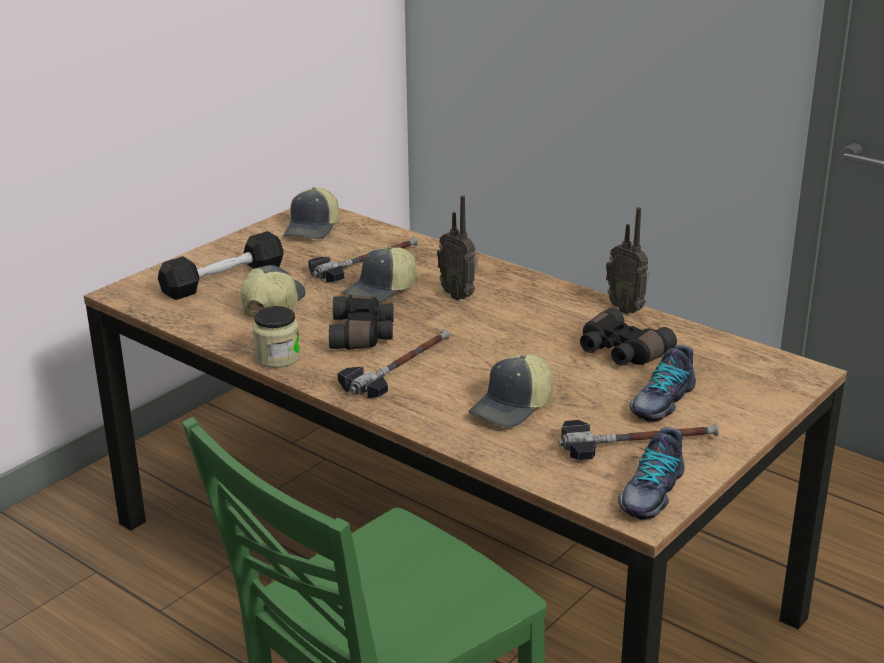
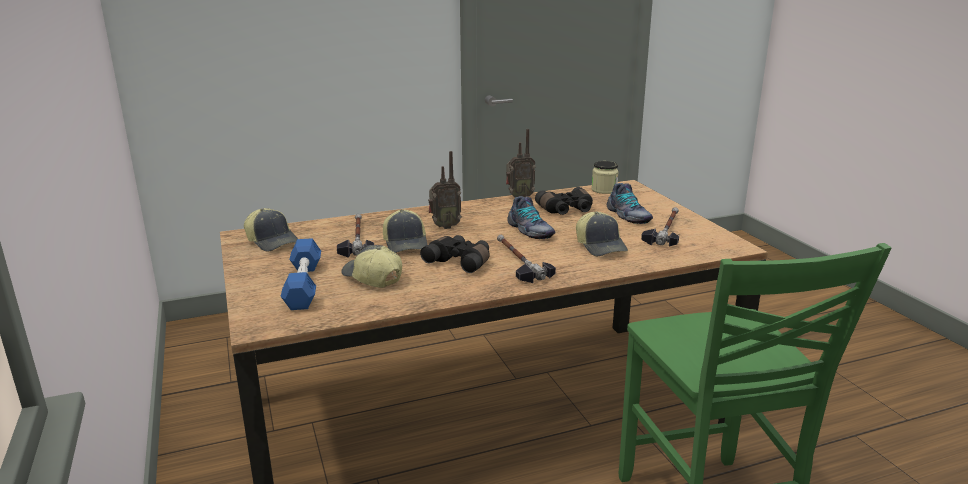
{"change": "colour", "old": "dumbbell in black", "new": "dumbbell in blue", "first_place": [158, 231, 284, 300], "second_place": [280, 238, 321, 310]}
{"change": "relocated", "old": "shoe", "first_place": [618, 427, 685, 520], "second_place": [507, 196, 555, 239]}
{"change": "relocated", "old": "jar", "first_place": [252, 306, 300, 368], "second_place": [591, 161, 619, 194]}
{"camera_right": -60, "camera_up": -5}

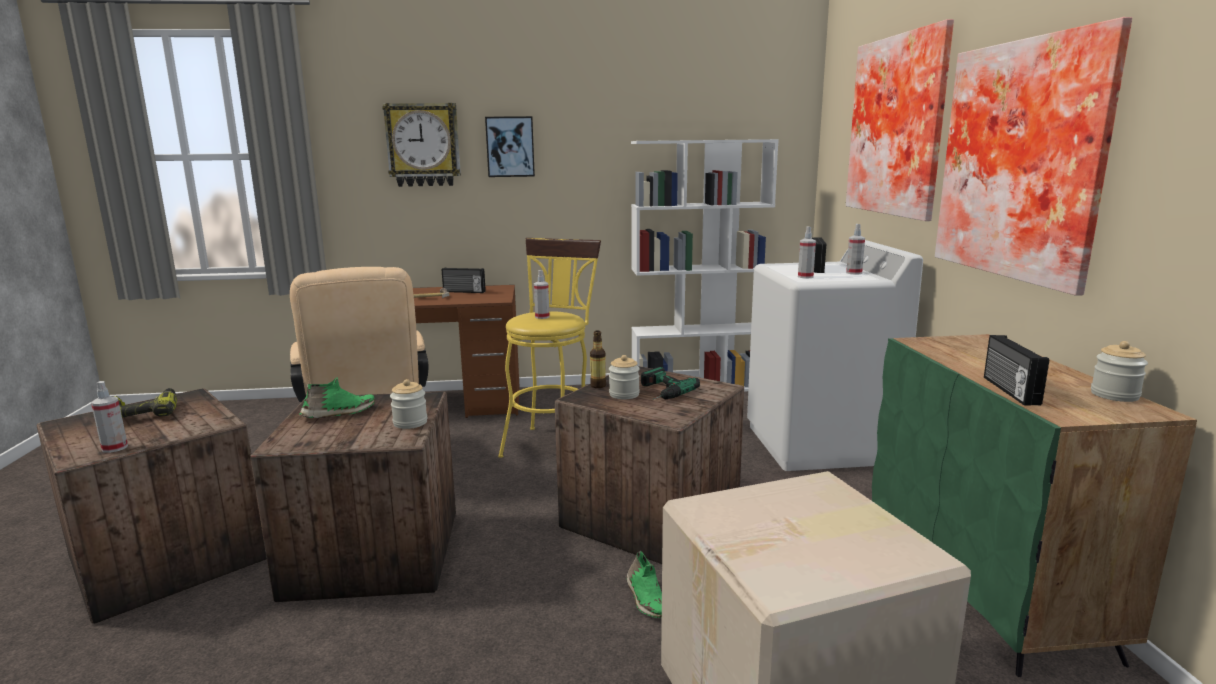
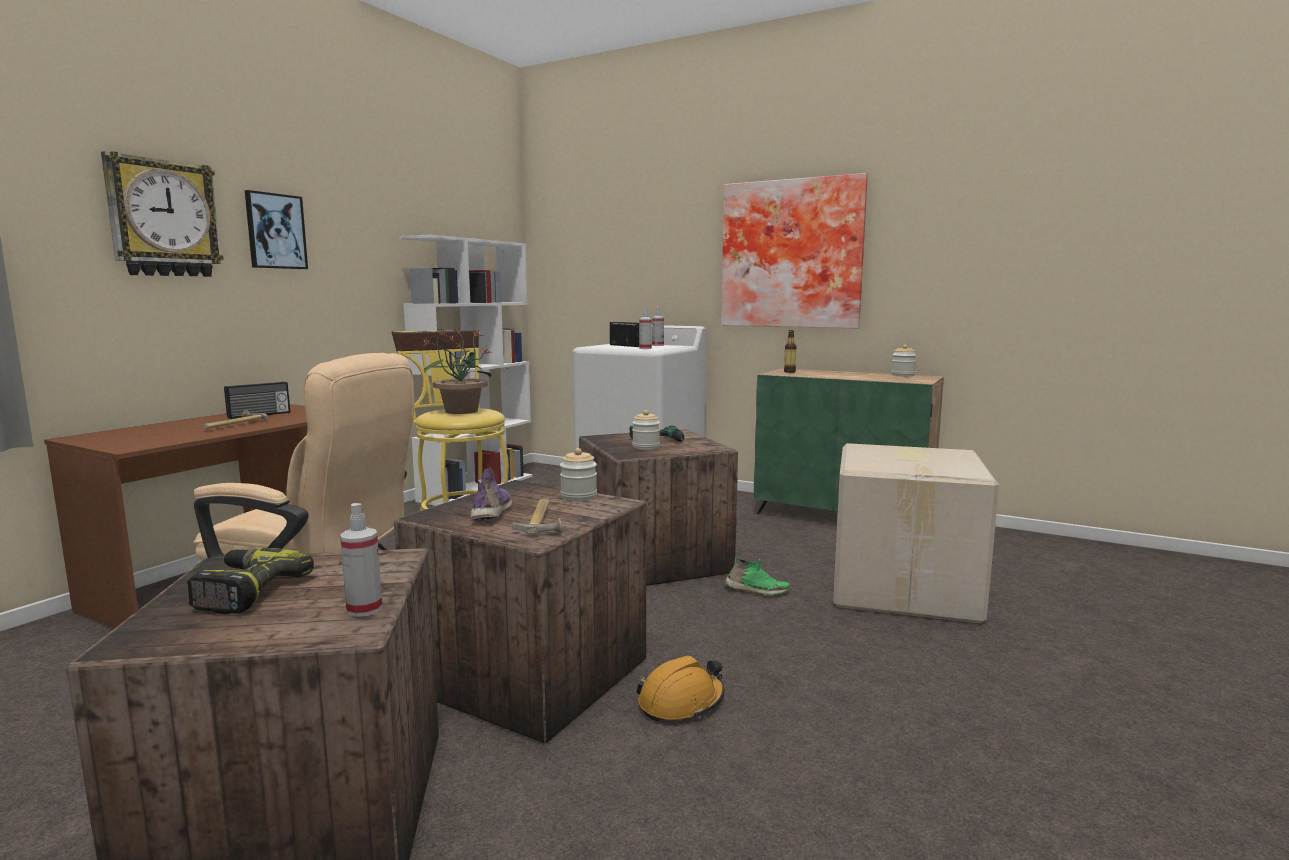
{"change": "exchanged", "old": "spray bottle", "new": "potted plant", "first_place": [534, 270, 550, 319], "second_place": [421, 327, 492, 414]}
{"change": "colour", "old": "shoe in green", "new": "shoe in purple", "first_place": [299, 377, 375, 418], "second_place": [470, 468, 513, 521]}
{"change": "appeared", "new": "hammer", "second_place": [512, 499, 562, 534]}
{"change": "appeared", "new": "hard hat in orange", "second_place": [636, 656, 725, 722]}
{"change": "relocated", "old": "bottle", "first_place": [590, 331, 606, 388], "second_place": [784, 330, 797, 373]}
{"change": "missing", "old": "picture", "first_place": [846, 19, 954, 221]}
{"change": "missing", "old": "radio", "first_place": [984, 335, 1049, 406]}
{"camera_right": -55, "camera_up": -5}

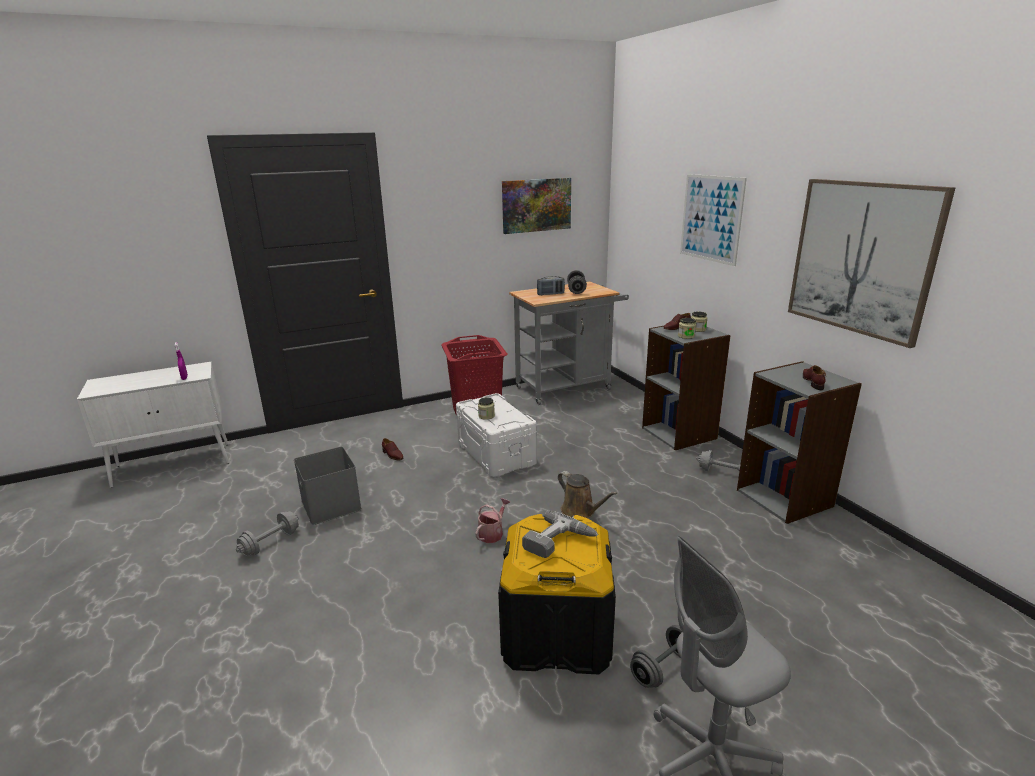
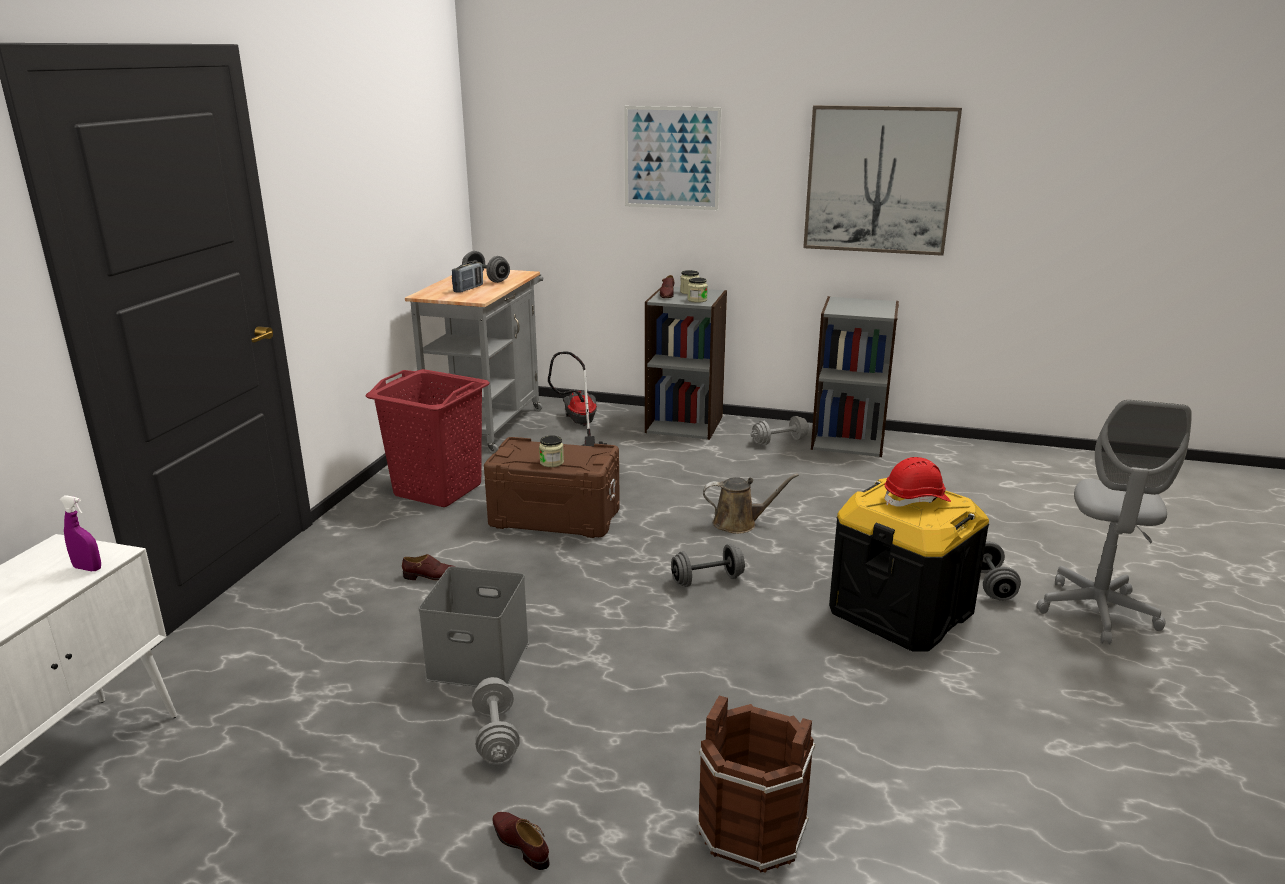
{"change": "colour", "old": "storage box in white", "new": "storage box in brown", "first_place": [456, 393, 537, 477], "second_place": [484, 437, 620, 538]}
{"change": "relocated", "old": "shoe in brown", "first_place": [803, 365, 826, 390], "second_place": [493, 812, 549, 870]}
{"change": "appeared", "new": "vacuum cleaner", "second_place": [548, 351, 608, 447]}
{"change": "exchanged", "old": "watering can", "new": "dumbbell in grey", "first_place": [475, 498, 510, 543], "second_place": [671, 544, 745, 587]}
{"change": "appeared", "new": "bucket in brown", "second_place": [697, 696, 815, 873]}
{"change": "exchanged", "old": "power drill", "new": "hard hat in red", "first_place": [522, 510, 598, 558], "second_place": [884, 457, 951, 507]}
{"change": "missing", "old": "picture", "first_place": [502, 178, 571, 234]}
{"camera_right": -50, "camera_up": 0}

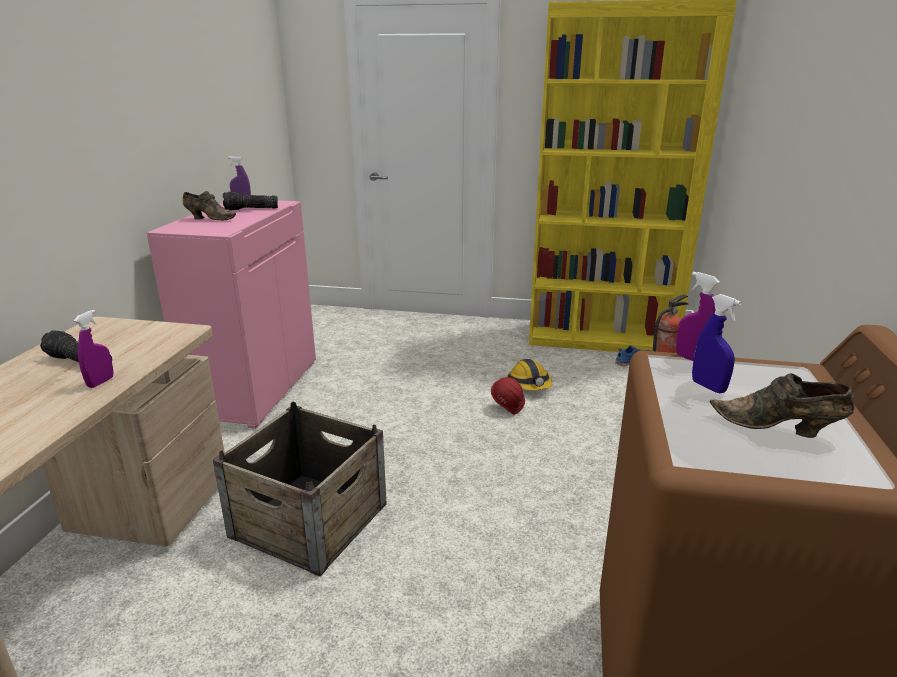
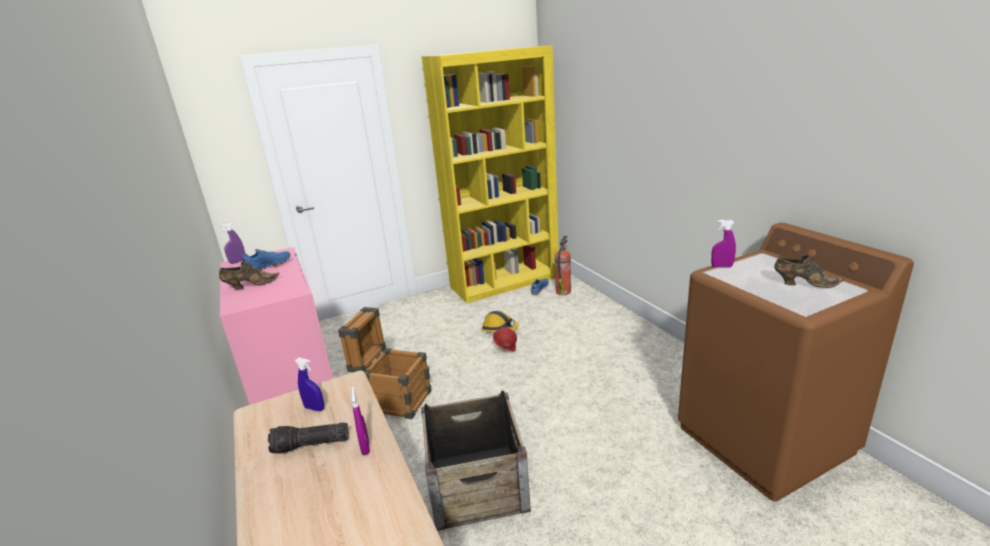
{"change": "exchanged", "old": "flashlight", "new": "shoe in blue", "first_place": [223, 192, 278, 211], "second_place": [240, 249, 290, 270]}
{"change": "relocated", "old": "spray bottle in blue", "first_place": [692, 294, 742, 393], "second_place": [294, 357, 324, 411]}
{"change": "appeared", "new": "crate", "second_place": [338, 307, 432, 419]}
{"change": "spun", "old": "shoe in brown", "first_place": [710, 373, 855, 438], "second_place": [774, 255, 844, 288], "degrees": -150}
{"camera_right": -35, "camera_up": 0}

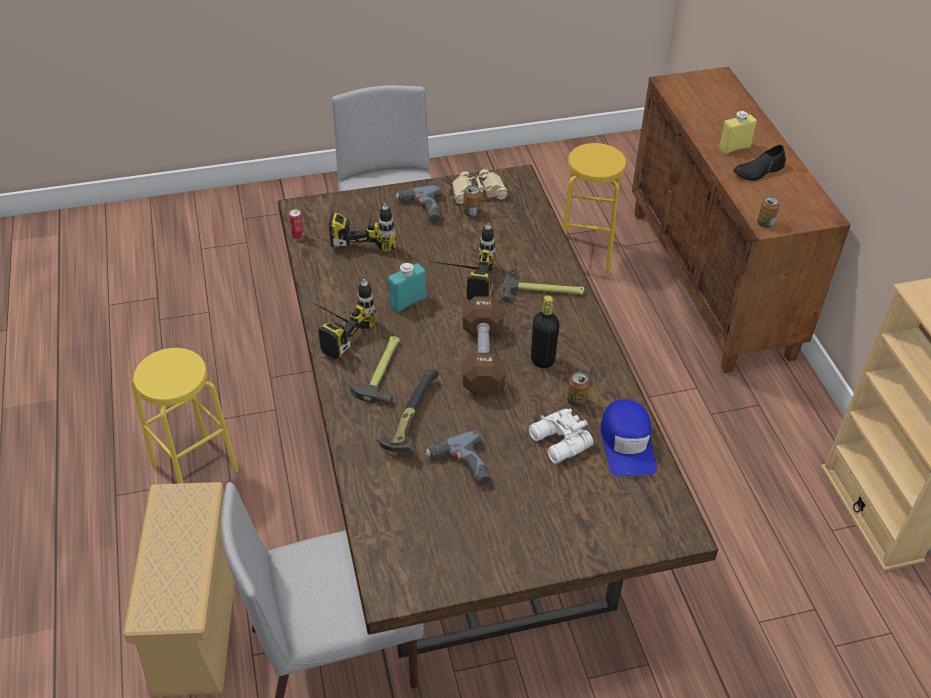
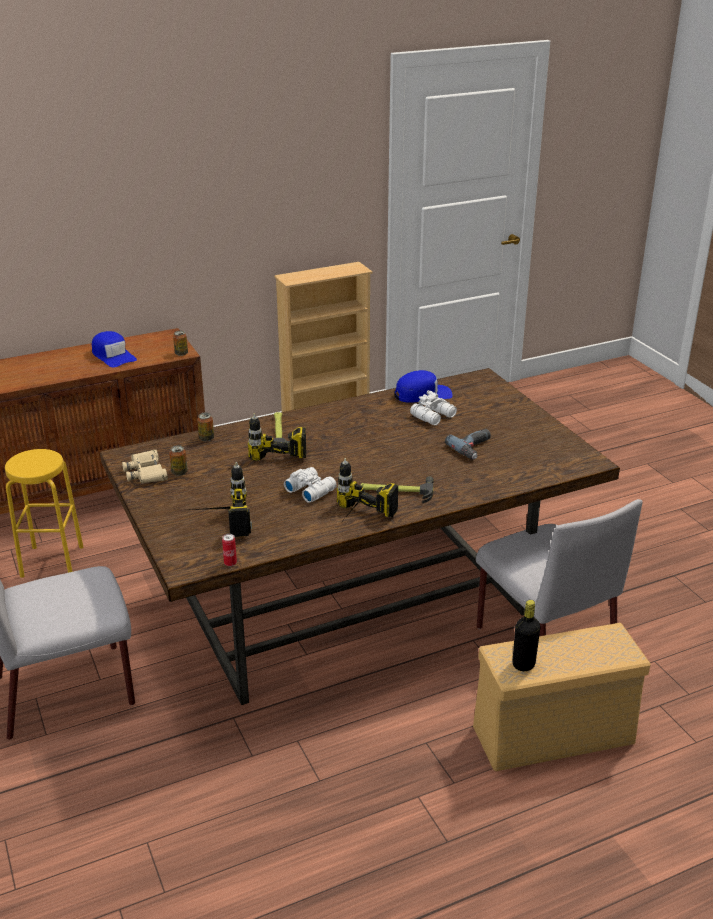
{"change": "exchanged", "old": "shoe in black", "new": "cap in blue", "first_place": [733, 145, 786, 181], "second_place": [92, 331, 137, 368]}
{"change": "relocated", "old": "can", "first_place": [567, 372, 590, 407], "second_place": [197, 413, 214, 442]}
{"change": "exchanged", "old": "bottle in turquoise", "new": "binoculars in white", "first_place": [388, 263, 426, 312], "second_place": [284, 467, 337, 503]}
{"change": "relocated", "old": "bottle in black", "first_place": [531, 295, 560, 368], "second_place": [513, 600, 540, 671]}
{"change": "missing", "old": "stool in yellow", "first_place": [131, 348, 238, 484]}
{"change": "missing", "old": "hammer", "first_place": [376, 369, 439, 453]}
{"change": "missing", "old": "power drill", "first_place": [395, 185, 442, 223]}
{"change": "missing", "old": "dumbbell in brown", "first_place": [463, 296, 506, 395]}
{"change": "missing", "old": "bottle in yellow", "first_place": [719, 111, 757, 154]}
{"camera_right": -100, "camera_up": -15}

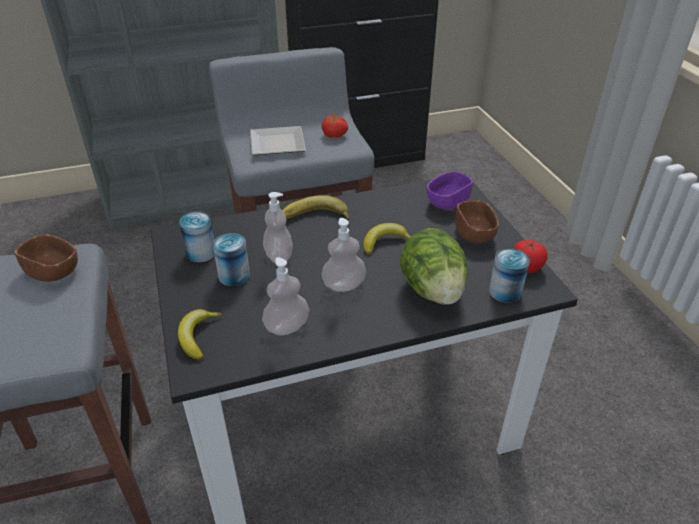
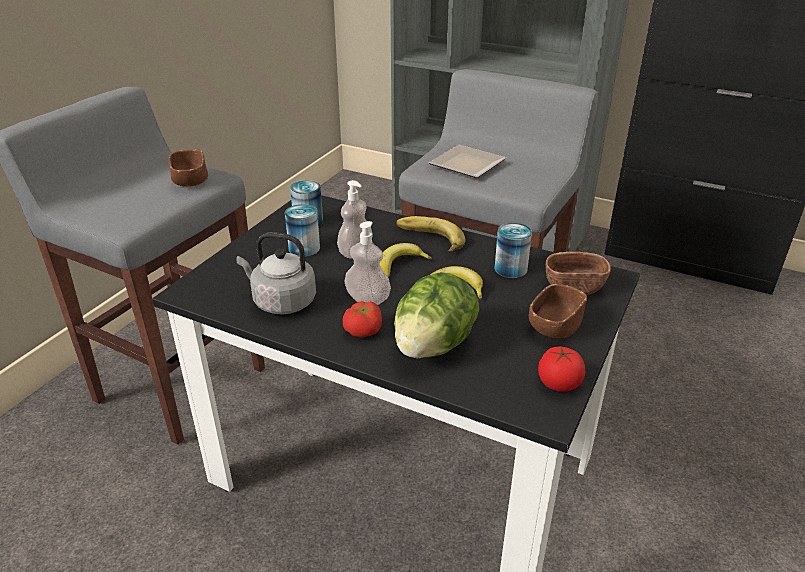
{"change": "exchanged", "old": "soap dispenser", "new": "kettle in grey", "first_place": [262, 257, 310, 335], "second_place": [236, 232, 316, 315]}
{"change": "relocated", "old": "tomato", "first_place": [321, 114, 348, 138], "second_place": [343, 301, 382, 337]}
{"change": "relocated", "old": "banana", "first_place": [178, 309, 221, 360], "second_place": [380, 243, 432, 277]}
{"change": "relocated", "old": "can", "first_place": [489, 248, 530, 303], "second_place": [495, 223, 532, 278]}
{"change": "colour", "old": "bowl in purple", "new": "bowl in brown", "first_place": [427, 171, 473, 209], "second_place": [546, 252, 611, 295]}
{"camera_right": 45, "camera_up": -5}

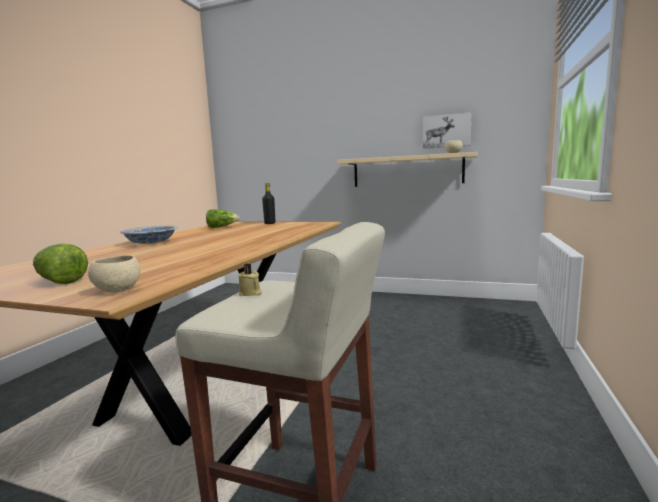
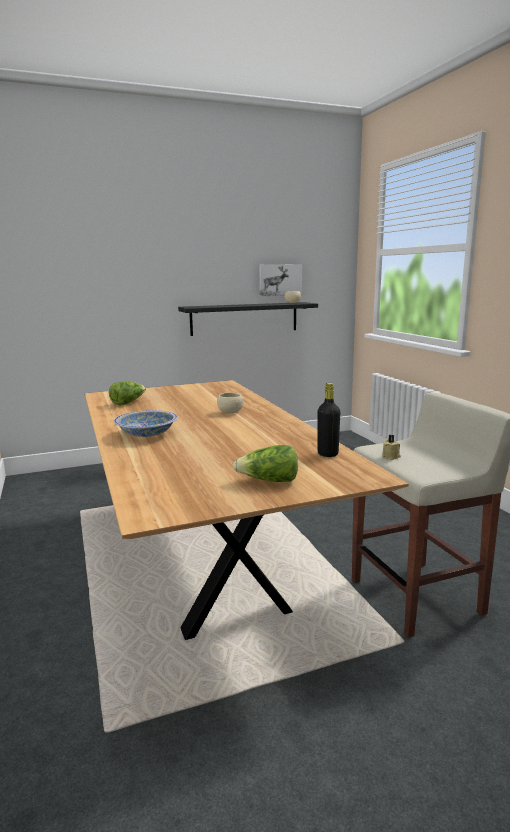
{"change": "colour", "old": "shelf in beige", "new": "shelf in black", "first_place": [337, 152, 478, 187], "second_place": [178, 302, 318, 336]}
{"change": "relocated", "old": "bowl in beige", "first_place": [88, 255, 140, 293], "second_place": [217, 393, 243, 414]}
{"change": "relocated", "old": "bottle in black", "first_place": [262, 183, 276, 224], "second_place": [317, 383, 340, 457]}
{"camera_right": -40, "camera_up": 5}

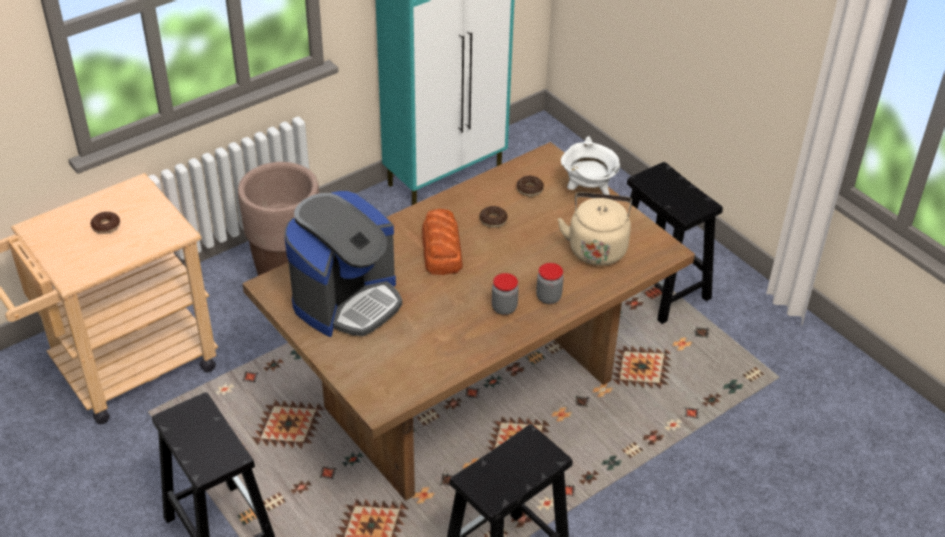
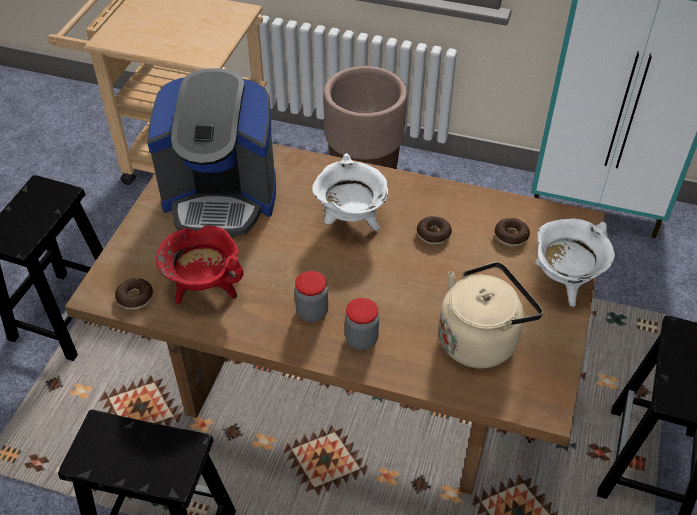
{"change": "relocated", "old": "donut", "first_place": [90, 212, 120, 234], "second_place": [115, 278, 153, 310]}
{"change": "appeared", "new": "cooking pot in red", "second_place": [156, 225, 244, 304]}
{"change": "exchanged", "old": "bread", "new": "cooking pot in white", "first_place": [422, 209, 463, 275], "second_place": [312, 153, 388, 231]}
{"camera_right": 55, "camera_up": 5}

